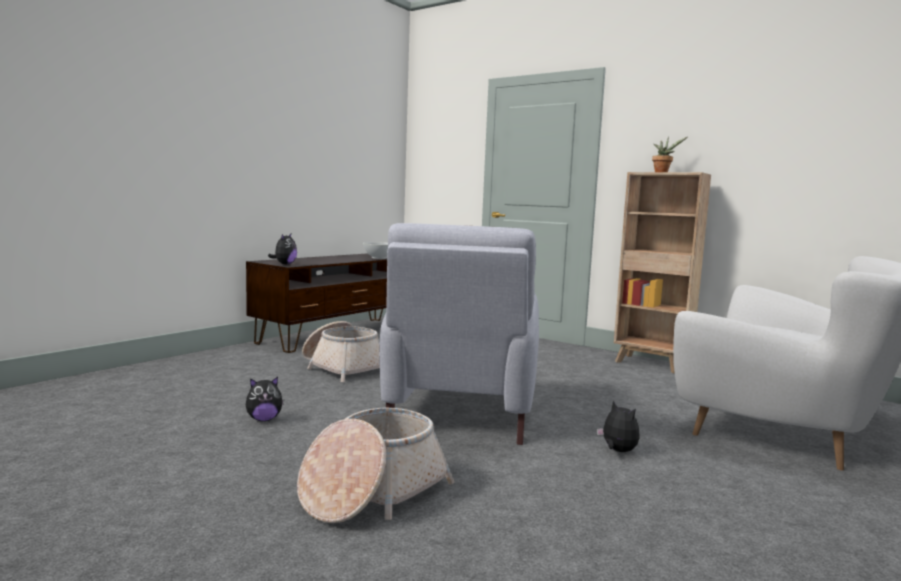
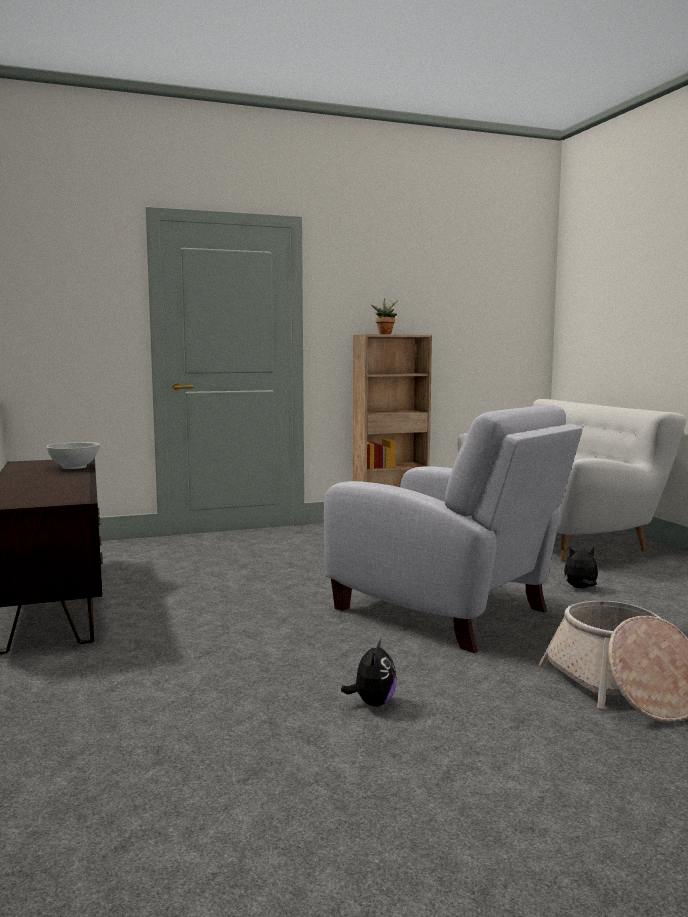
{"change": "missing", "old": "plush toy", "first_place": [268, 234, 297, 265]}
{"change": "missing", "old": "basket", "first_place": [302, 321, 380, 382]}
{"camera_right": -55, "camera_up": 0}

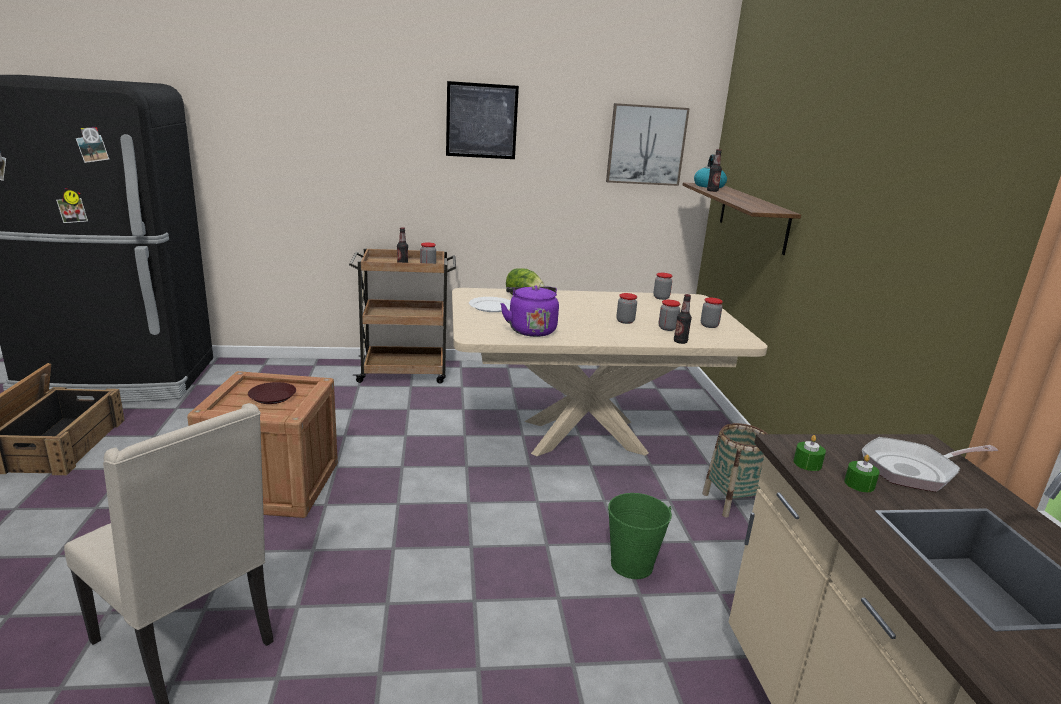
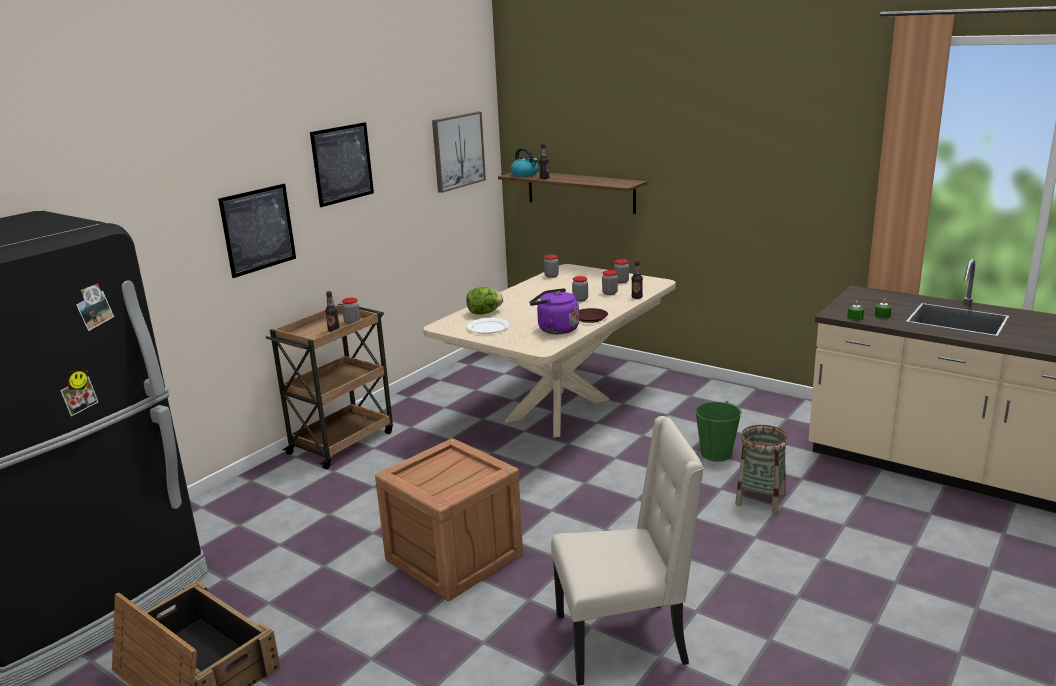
{"change": "appeared", "new": "picture", "second_place": [218, 184, 296, 278]}
{"change": "relocated", "old": "plate in brown", "first_place": [248, 382, 296, 404], "second_place": [579, 308, 608, 323]}
{"change": "relocated", "old": "basket", "first_place": [702, 423, 767, 518], "second_place": [735, 425, 788, 513]}
{"change": "missing", "old": "frying pan", "first_place": [862, 437, 998, 492]}
{"camera_right": -45, "camera_up": 0}

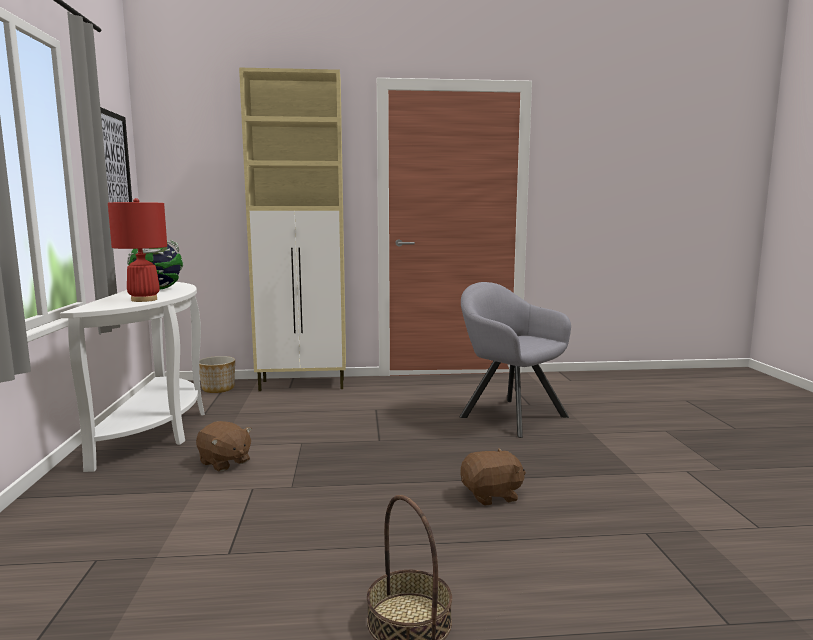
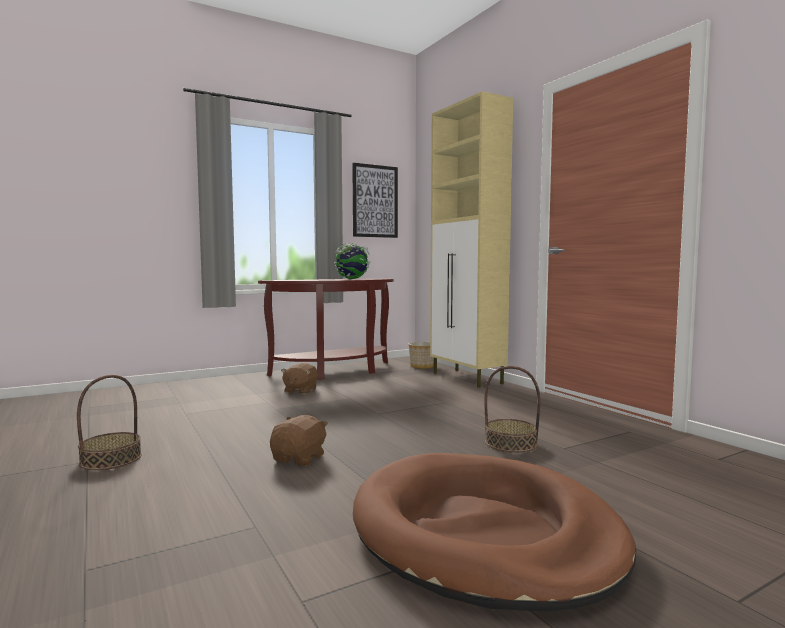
{"change": "colour", "old": "console table in white", "new": "console table in brown", "first_place": [60, 282, 205, 472], "second_place": [258, 278, 394, 380]}
{"change": "spun", "old": "plush toy in brown", "first_place": [460, 448, 526, 506], "second_place": [270, 415, 328, 466], "degrees": -120}
{"change": "appeared", "new": "dog bed in brown", "second_place": [353, 453, 636, 612]}
{"change": "exchanged", "old": "armchair in grey", "new": "basket", "first_place": [459, 282, 571, 438], "second_place": [484, 366, 540, 453]}
{"change": "missing", "old": "table lamp in red", "first_place": [108, 198, 167, 302]}
{"camera_right": 65, "camera_up": -5}

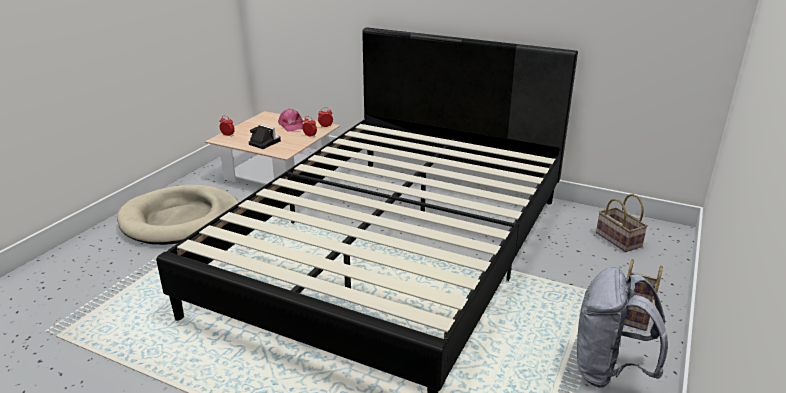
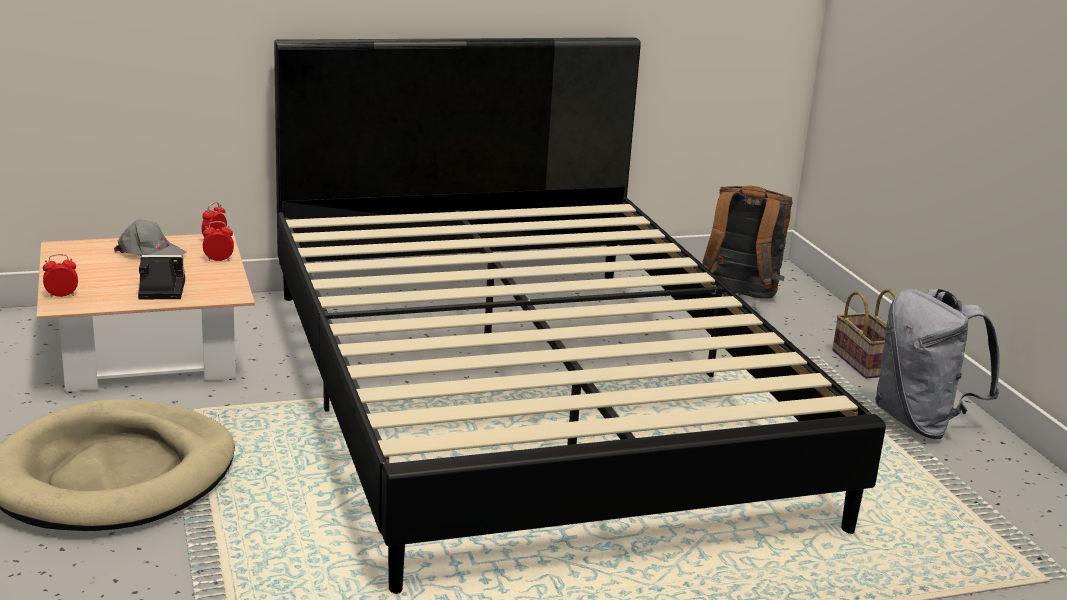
{"change": "colour", "old": "cap in pink", "new": "cap in grey", "first_place": [278, 109, 303, 132], "second_place": [114, 220, 186, 256]}
{"change": "exchanged", "old": "basket", "new": "backpack in brown", "first_place": [596, 194, 648, 252], "second_place": [703, 186, 793, 299]}
{"camera_right": -45, "camera_up": -5}

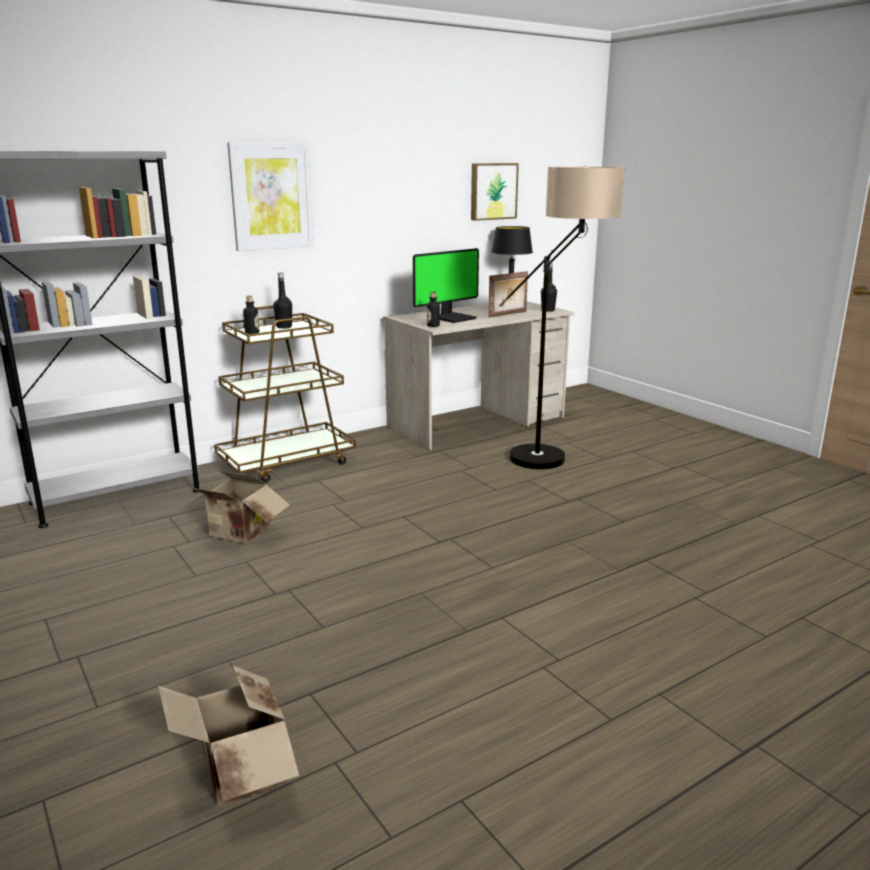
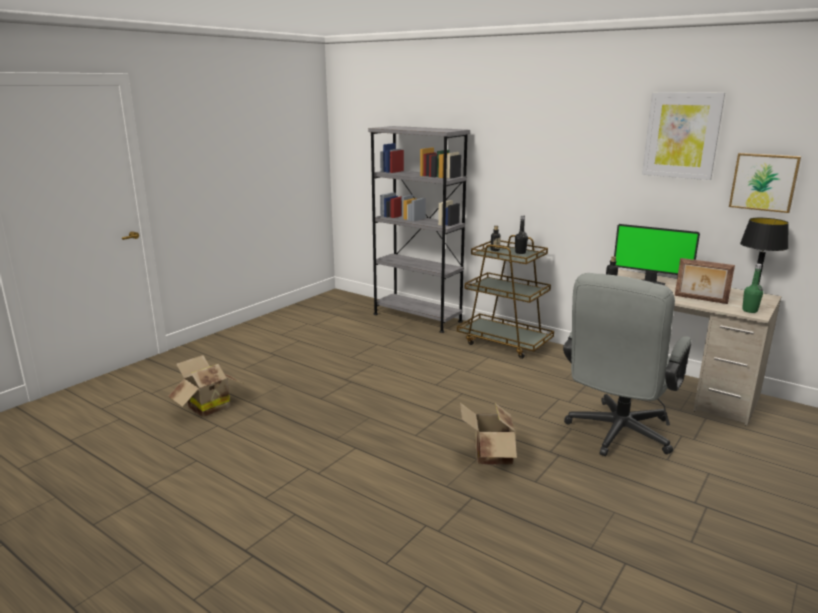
{"change": "relocated", "old": "cardboard box", "first_place": [188, 471, 290, 543], "second_place": [460, 403, 517, 466]}
{"change": "exchanged", "old": "floor lamp", "new": "office chair in grey", "first_place": [499, 166, 625, 469], "second_place": [563, 273, 691, 456]}
{"change": "relocated", "old": "picture", "first_place": [227, 142, 314, 251], "second_place": [642, 92, 725, 180]}
{"change": "colour", "old": "bottle in black", "new": "bottle in green", "first_place": [541, 264, 557, 312], "second_place": [742, 264, 763, 313]}
{"camera_right": 70, "camera_up": 0}

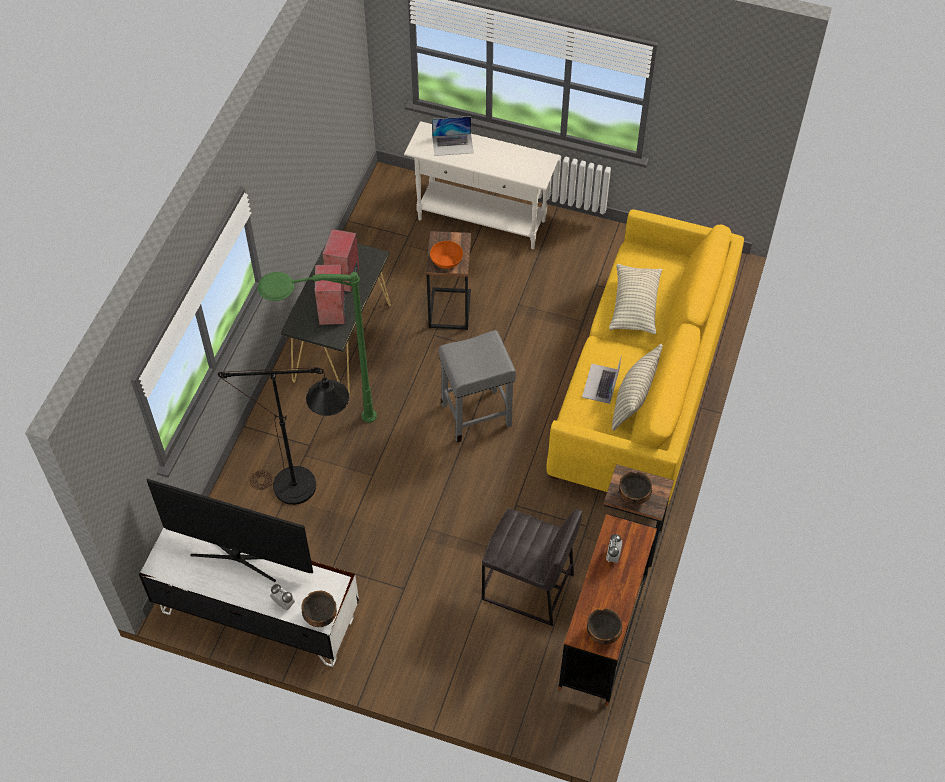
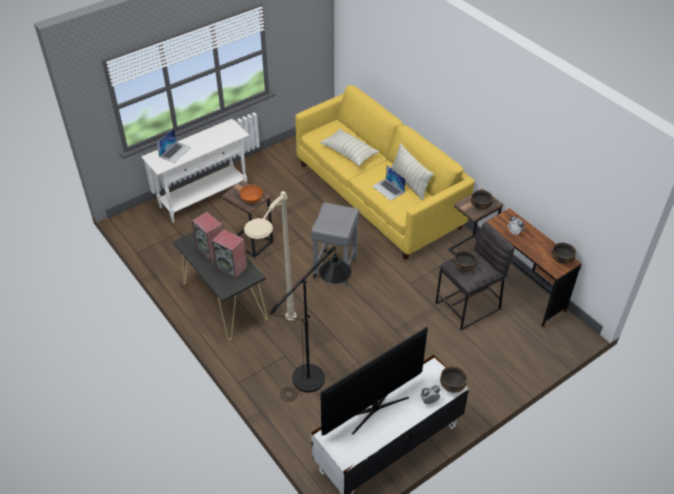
{"change": "colour", "old": "floor lamp in green", "new": "floor lamp in beige", "first_place": [258, 272, 377, 423], "second_place": [244, 191, 297, 321]}
{"change": "appeared", "new": "bowl", "second_place": [454, 250, 477, 272]}
{"camera_right": -55, "camera_up": -10}

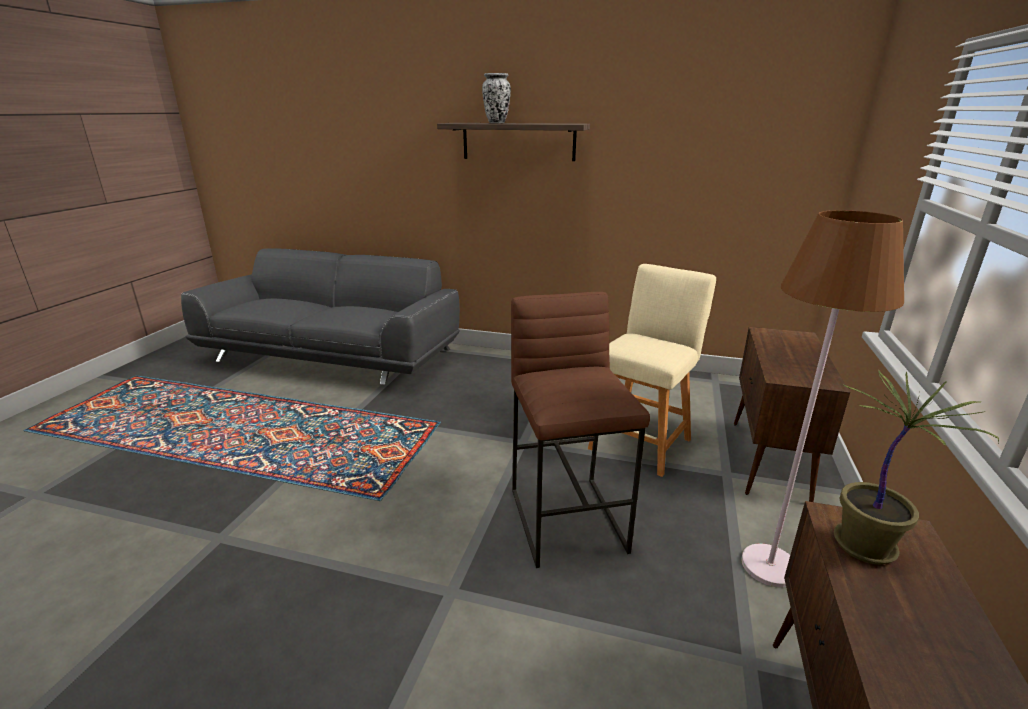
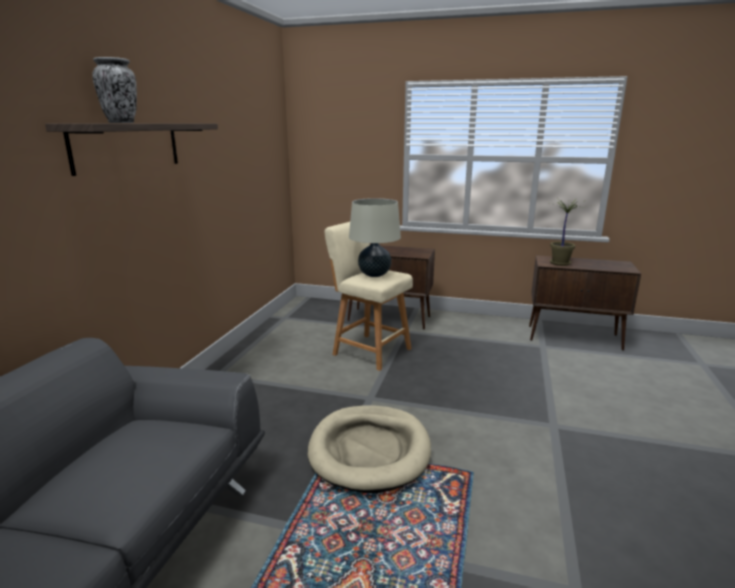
{"change": "appeared", "new": "dog bed in beige", "second_place": [308, 405, 431, 493]}
{"change": "appeared", "new": "table lamp in beige", "second_place": [349, 198, 401, 277]}
{"change": "missing", "old": "stool in brown", "first_place": [511, 292, 650, 568]}
{"change": "missing", "old": "floor lamp in brown", "first_place": [741, 210, 904, 588]}
{"camera_right": -90, "camera_up": -5}

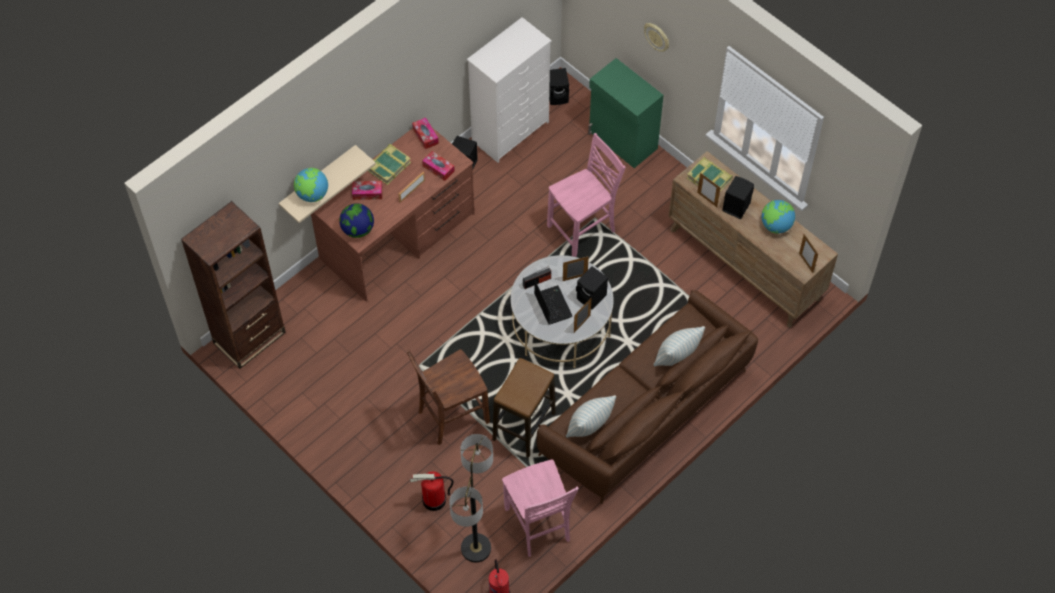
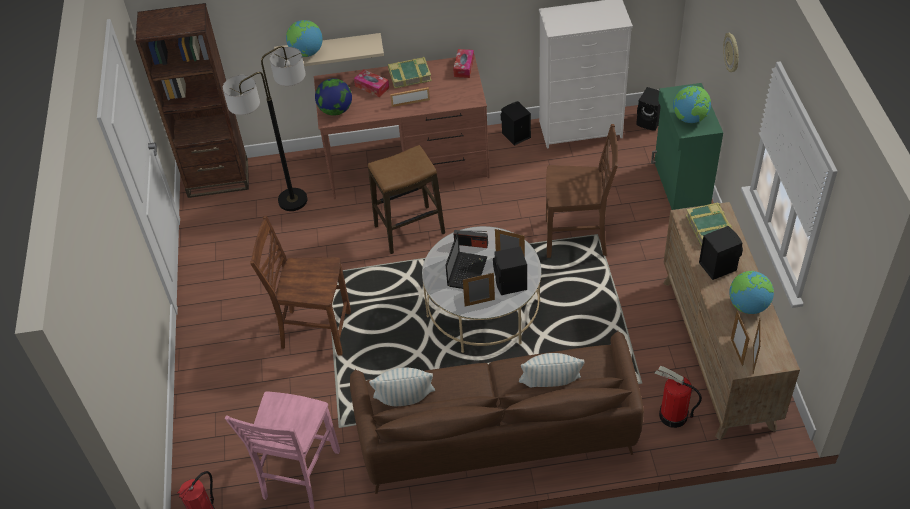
{"change": "relocated", "old": "floor lamp", "first_place": [449, 434, 493, 563], "second_place": [223, 46, 307, 211]}
{"change": "relocated", "old": "stool", "first_place": [493, 358, 556, 458], "second_place": [368, 145, 445, 254]}
{"change": "colour", "old": "chair in pink", "new": "chair in brown", "first_place": [547, 133, 626, 257], "second_place": [546, 124, 618, 258]}
{"change": "relocated", "old": "fire extinguisher", "first_place": [410, 471, 454, 511], "second_place": [655, 366, 702, 428]}
{"change": "appeared", "new": "globe", "second_place": [673, 86, 711, 123]}
{"change": "relocated", "old": "picture frame", "first_place": [697, 173, 721, 207], "second_place": [731, 311, 750, 366]}
{"change": "missing", "old": "tissue box", "first_place": [422, 151, 455, 181]}
{"camera_right": 40, "camera_up": -10}

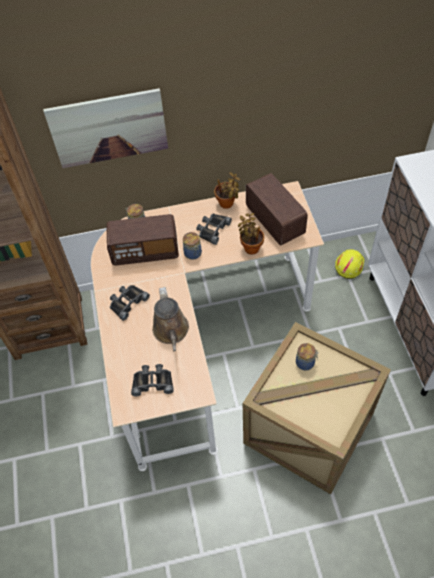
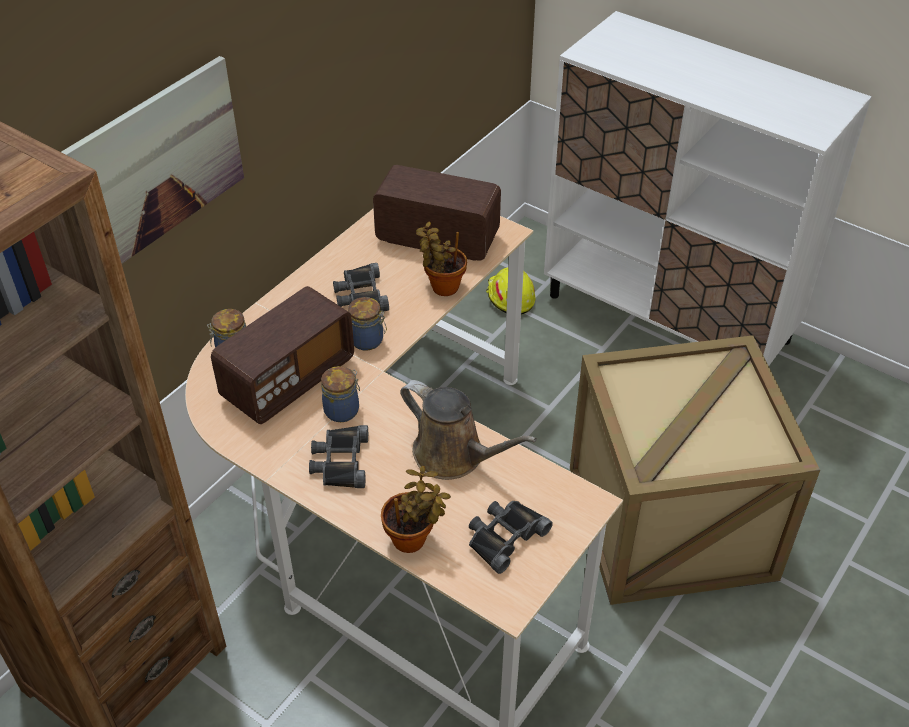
{"change": "relocated", "old": "jar", "first_place": [296, 343, 319, 371], "second_place": [321, 366, 360, 422]}
{"change": "relocated", "old": "potted plant", "first_place": [214, 172, 240, 209], "second_place": [381, 466, 451, 553]}
{"camera_right": -45, "camera_up": -10}

